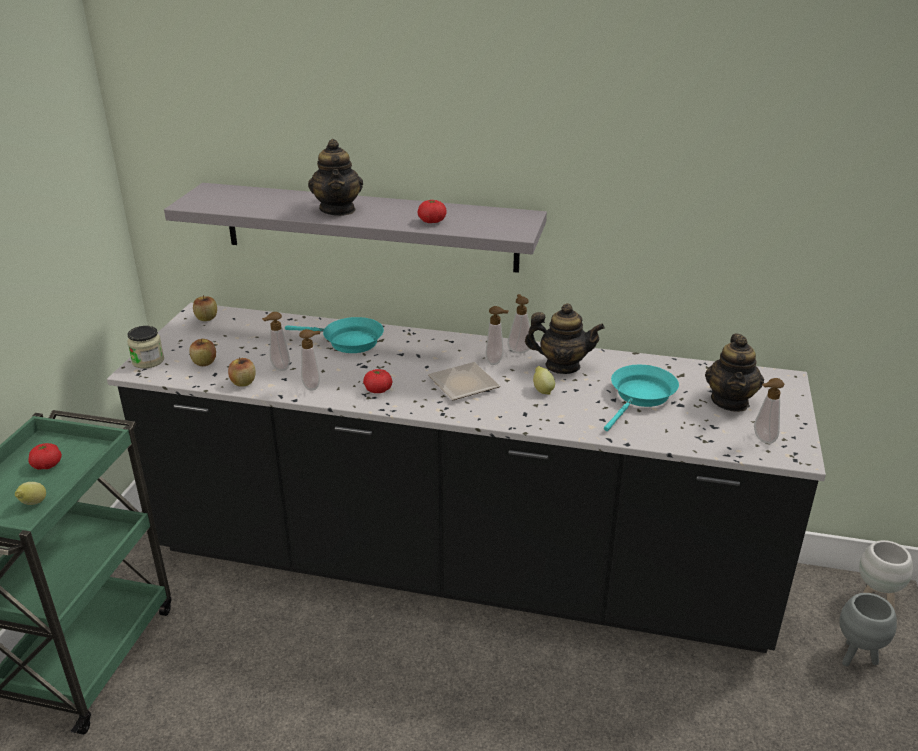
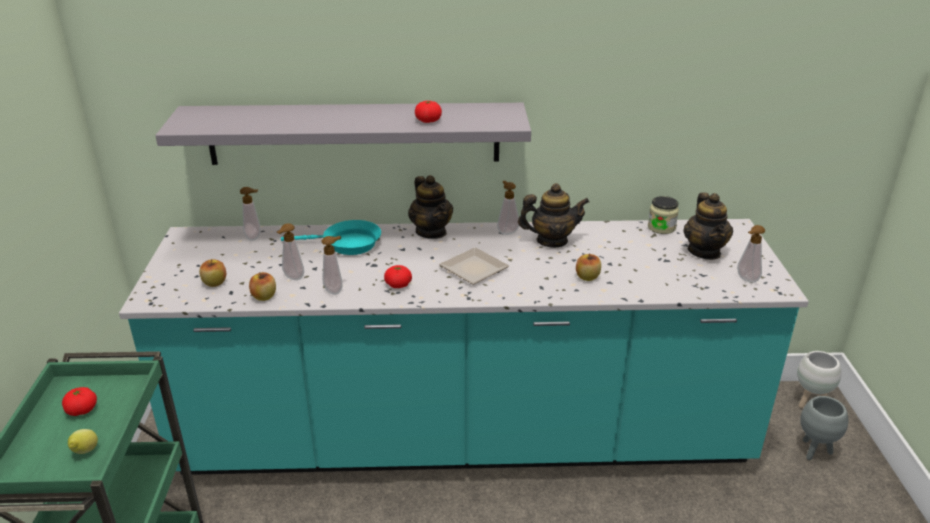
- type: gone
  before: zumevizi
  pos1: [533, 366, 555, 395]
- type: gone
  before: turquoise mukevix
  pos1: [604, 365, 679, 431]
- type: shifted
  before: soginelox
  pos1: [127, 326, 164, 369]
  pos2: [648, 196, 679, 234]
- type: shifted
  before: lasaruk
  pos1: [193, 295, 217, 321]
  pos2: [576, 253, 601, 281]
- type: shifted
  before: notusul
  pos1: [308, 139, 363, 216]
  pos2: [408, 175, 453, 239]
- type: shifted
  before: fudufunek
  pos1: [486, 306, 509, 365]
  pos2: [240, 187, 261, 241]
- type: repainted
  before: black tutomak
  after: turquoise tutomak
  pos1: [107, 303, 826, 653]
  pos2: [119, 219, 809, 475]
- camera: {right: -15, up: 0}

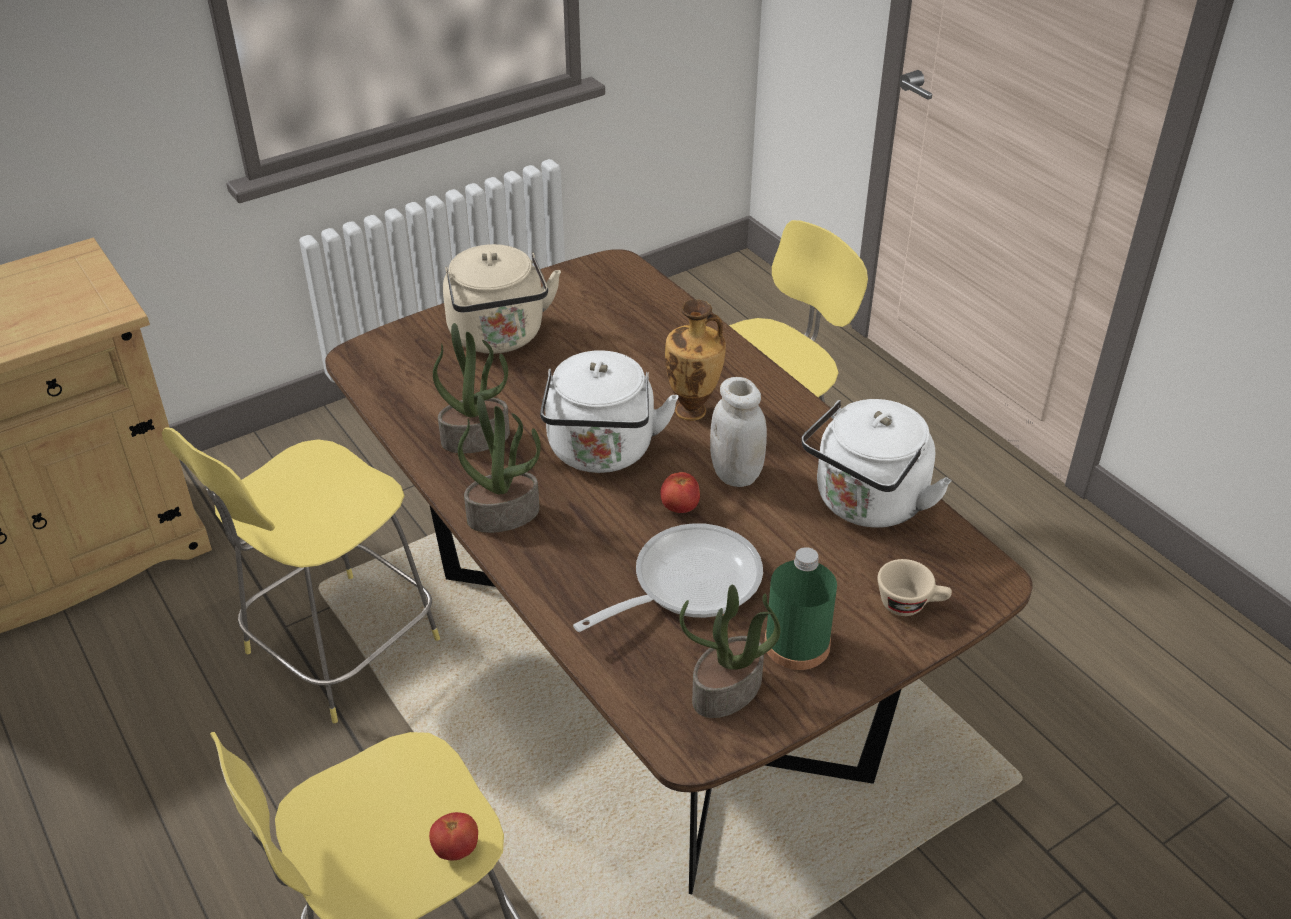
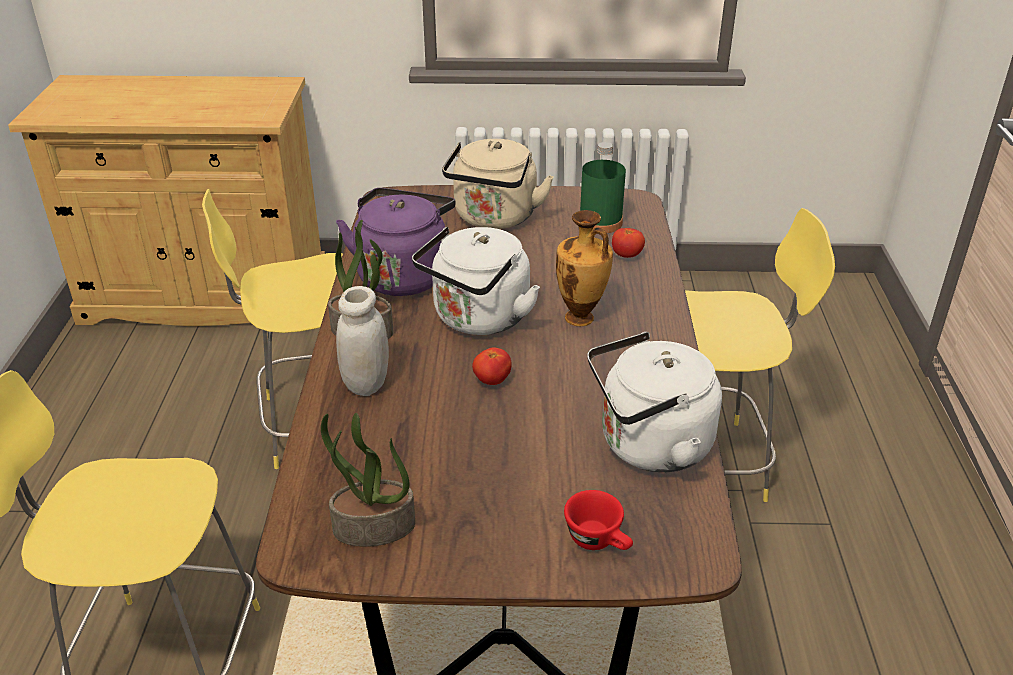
- type: gone
  before: mukevix
  pos1: [573, 523, 763, 632]
- type: shifted
  before: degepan
  pos1: [429, 812, 478, 860]
  pos2: [612, 228, 645, 258]
- type: shifted
  before: white soginelox
  pos1: [710, 377, 767, 487]
  pos2: [336, 286, 389, 396]
- type: shifted
  before: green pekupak
  pos1: [764, 547, 837, 670]
  pos2: [580, 142, 626, 233]
- type: swapped
  before: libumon
  after: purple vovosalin
  pos1: [433, 323, 510, 453]
  pos2: [336, 188, 456, 296]
- type: repainted
  before: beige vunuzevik
  after: red vunuzevik
  pos1: [878, 559, 952, 616]
  pos2: [564, 490, 633, 550]
- camera: {right: 35, up: -5}

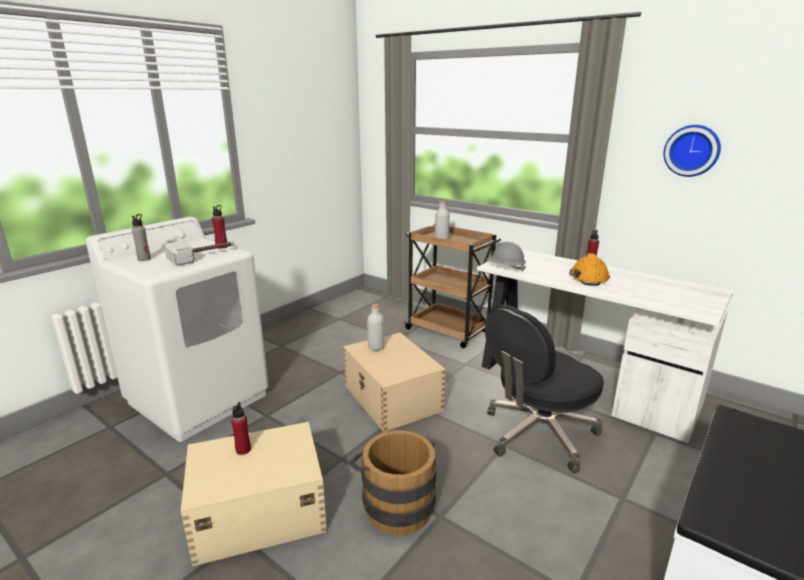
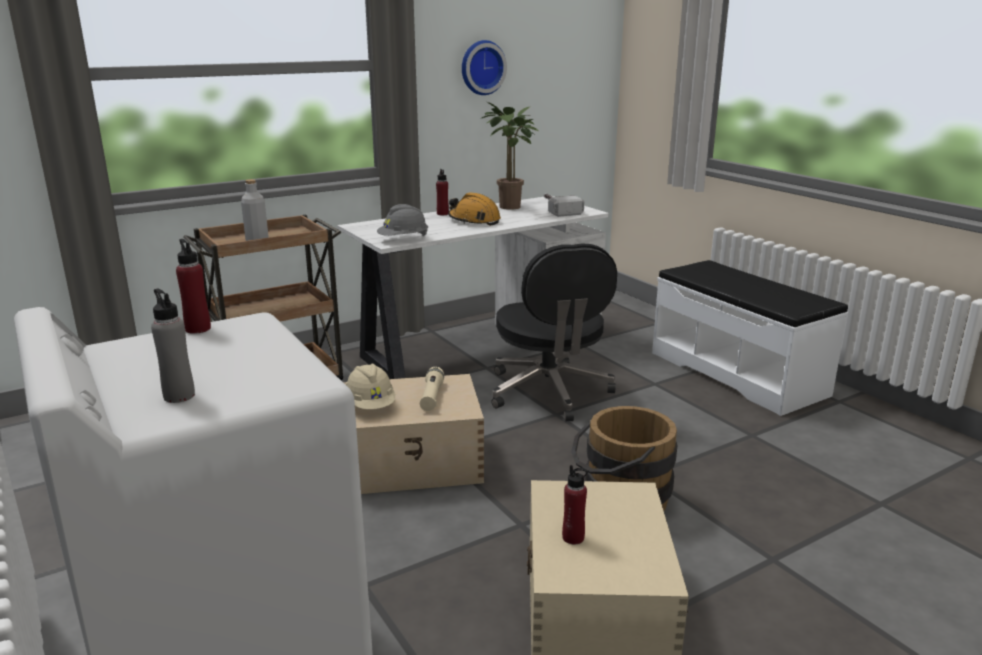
- type: new
  after: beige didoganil
  pos2: [420, 367, 444, 411]
- type: new
  after: libumon
  pos2: [482, 102, 539, 210]
- type: shifted
  before: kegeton
  pos1: [164, 241, 234, 266]
  pos2: [544, 193, 584, 217]
- type: swapped
  before: grey pekupak
  after: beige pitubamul
  pos1: [367, 304, 384, 351]
  pos2: [346, 364, 395, 410]
- camera: {right: -70, up: 0}

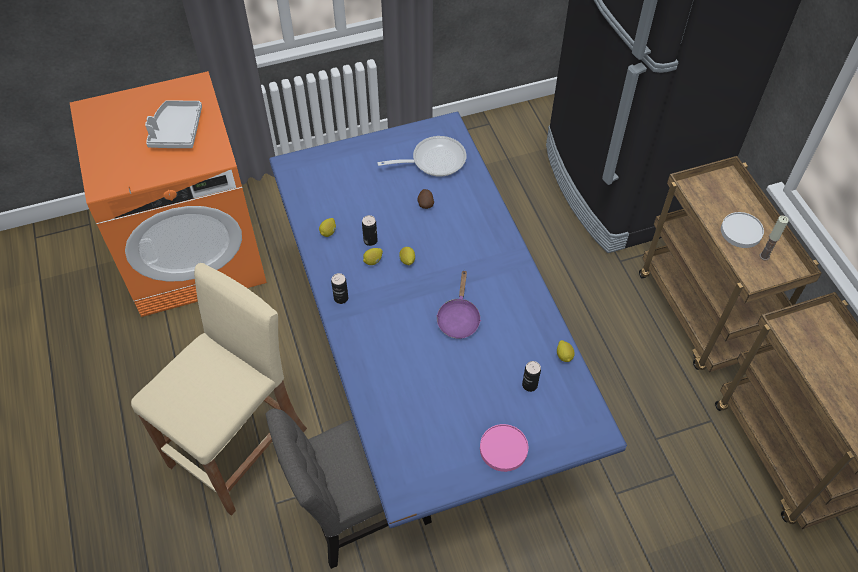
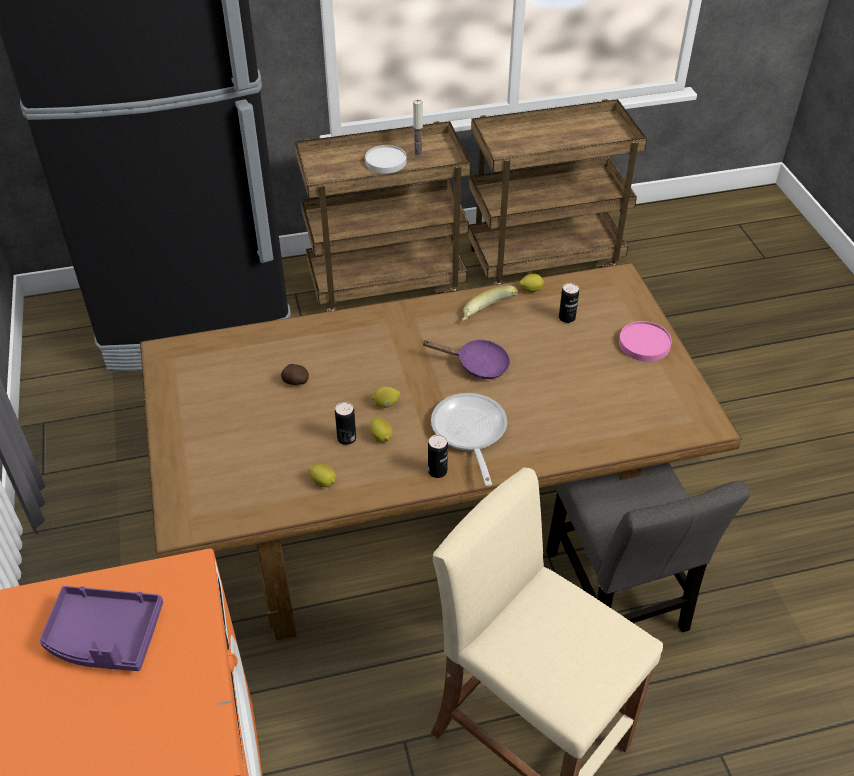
- type: new
  after: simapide
  pos2: [462, 285, 518, 321]
- type: shifted
  before: mukevix
  pos1: [377, 136, 466, 177]
  pos2: [431, 393, 507, 486]
- type: repainted
  before: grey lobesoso
  after: purple lobesoso
  pos1: [145, 100, 202, 148]
  pos2: [40, 586, 163, 671]
- type: repainted
  before: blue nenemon
  after: brown nenemon
  pos1: [269, 111, 627, 528]
  pos2: [140, 263, 742, 641]
- camera: {right: -85, up: -10}

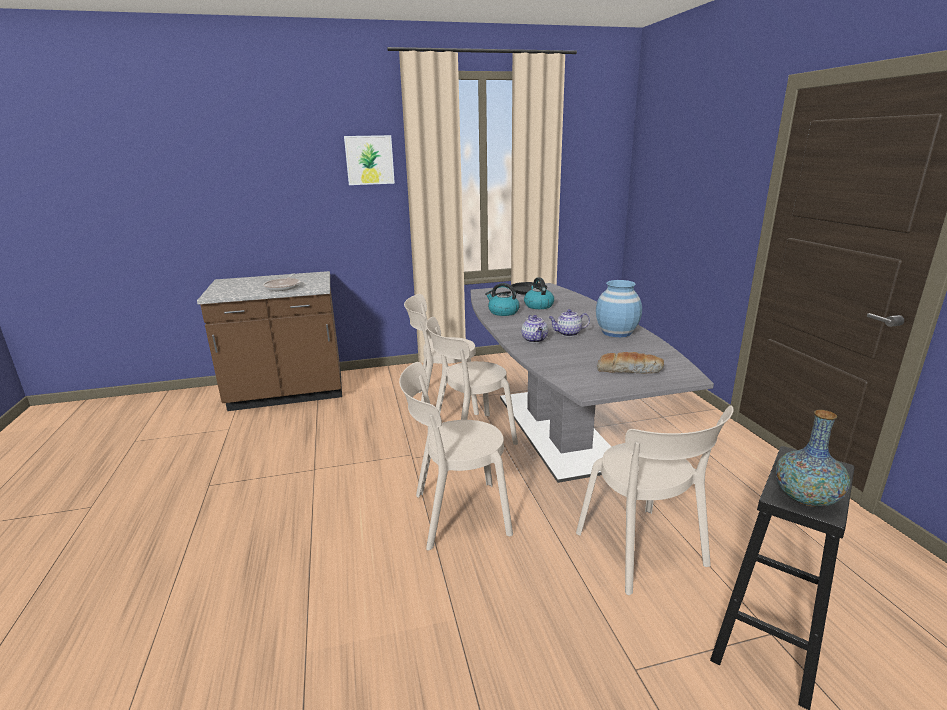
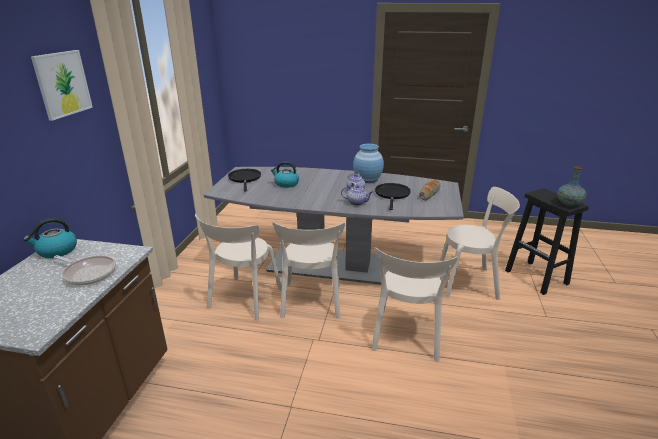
- type: new
  after: black mukevix
  pos2: [375, 183, 411, 210]
- type: shifted
  before: vovosalin
  pos1: [485, 283, 520, 316]
  pos2: [23, 218, 77, 258]
- camera: {right: -65, up: 5}

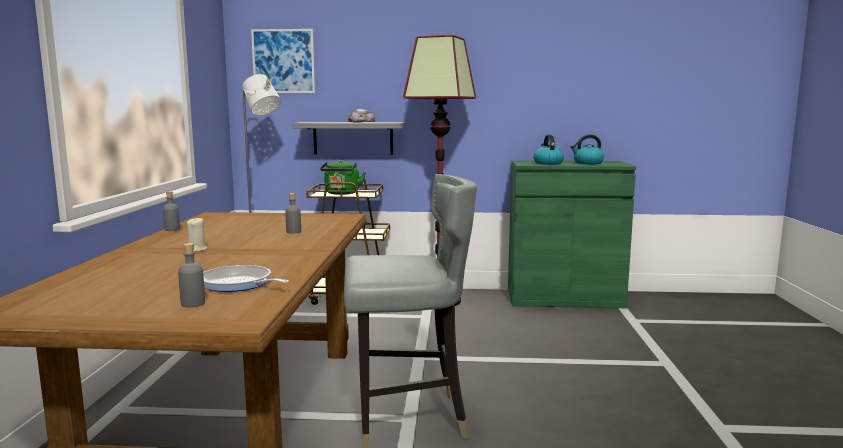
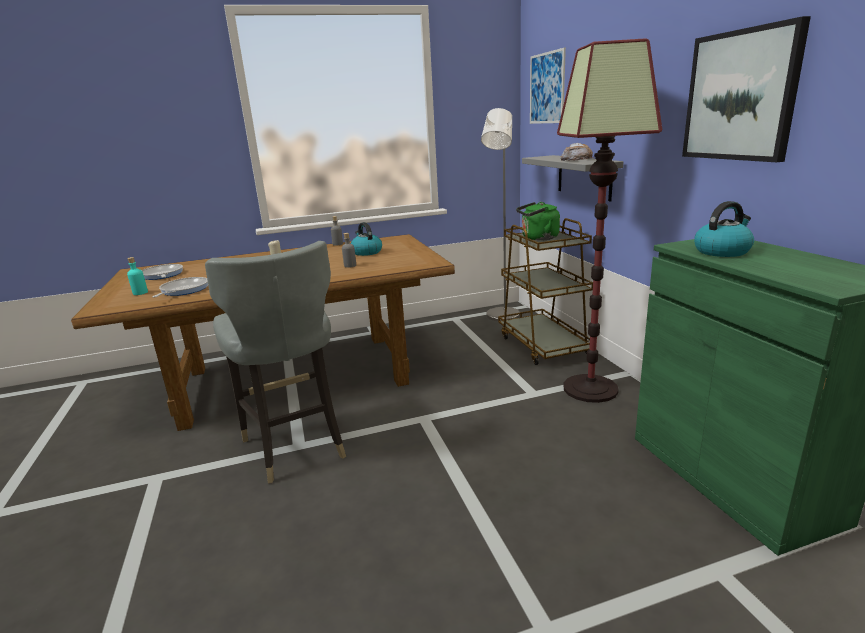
- type: new
  after: mukevix
  pos2: [142, 264, 183, 280]
- type: new
  after: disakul
  pos2: [682, 16, 811, 162]
- type: shifted
  before: vovosalin
  pos1: [571, 135, 604, 164]
  pos2: [351, 222, 382, 256]
- type: repainted
  before: grey pekupak
  after: turquoise pekupak
  pos1: [178, 243, 205, 307]
  pos2: [127, 257, 148, 295]
- camera: {right: 70, up: 10}

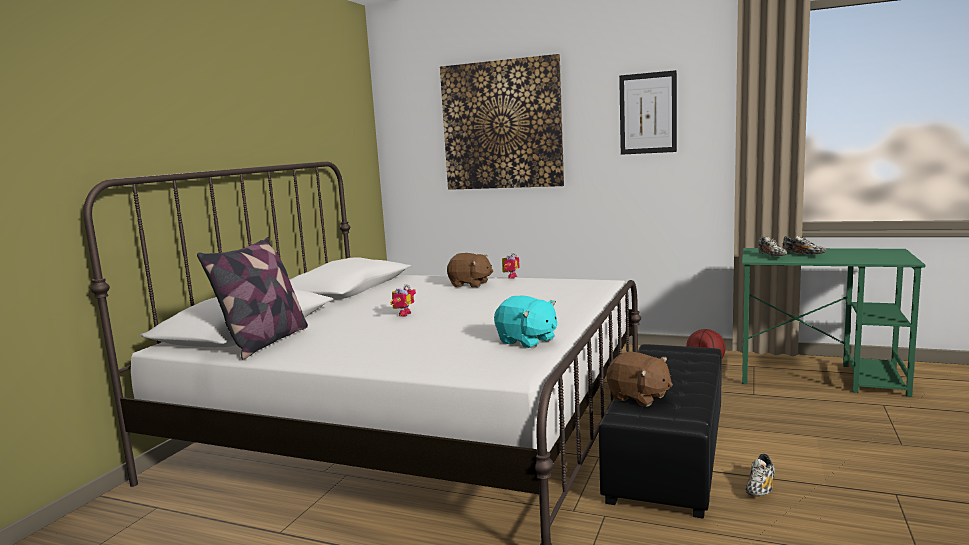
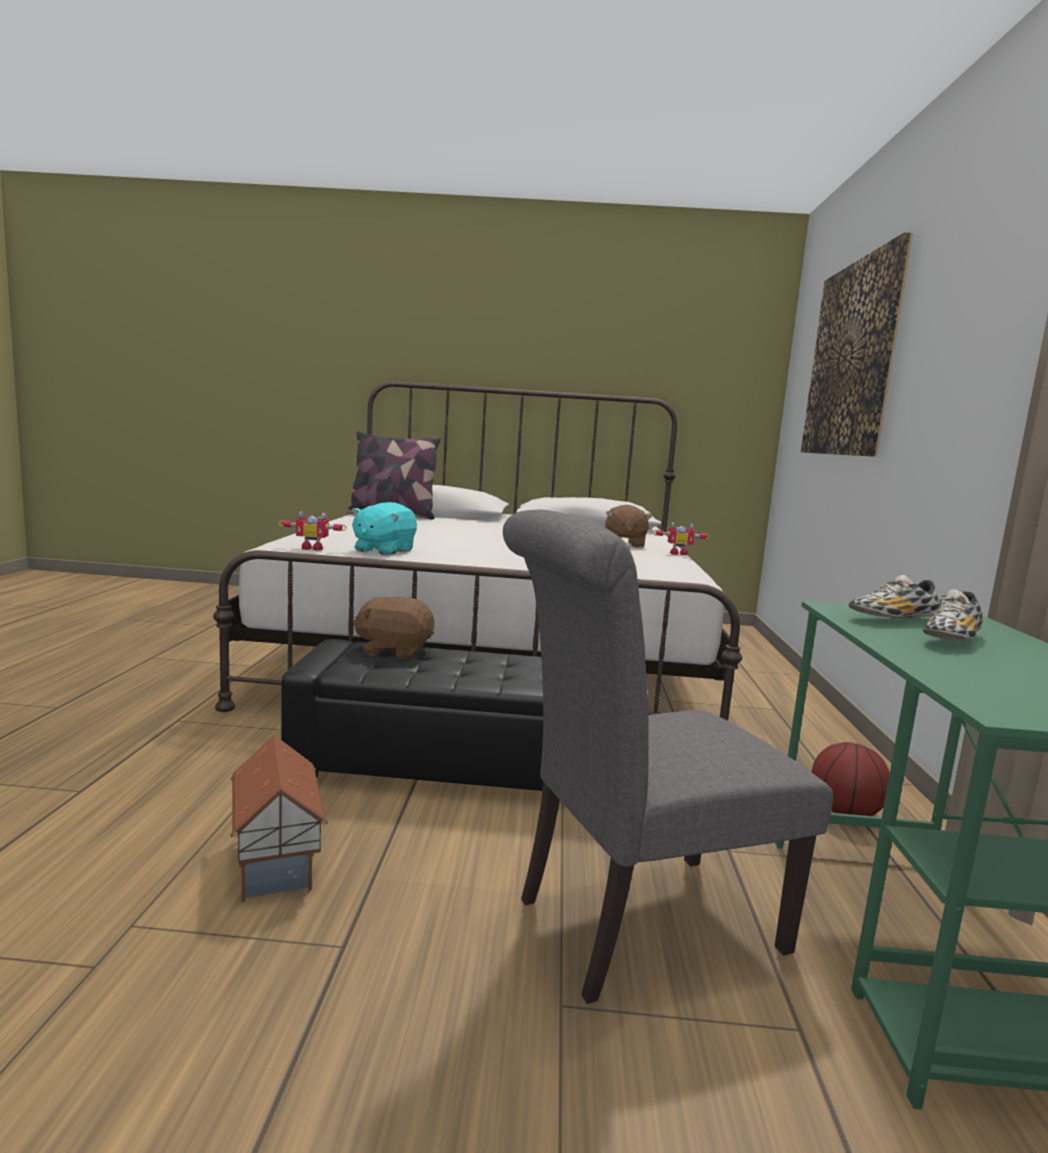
- type: gone
  before: disakul
  pos1: [619, 70, 677, 155]
- type: gone
  before: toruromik
  pos1: [746, 454, 775, 496]
- type: new
  after: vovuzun
  pos2: [230, 735, 328, 902]
- type: new
  after: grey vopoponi
  pos2: [503, 510, 833, 1004]
- type: shifted
  before: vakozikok
  pos1: [390, 285, 416, 317]
  pos2: [279, 511, 346, 551]
- type: rotated
  before: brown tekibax
  pos1: [606, 352, 673, 406]
  pos2: [353, 597, 434, 659]
  turn: 75
- camera: {right: 70, up: 0}

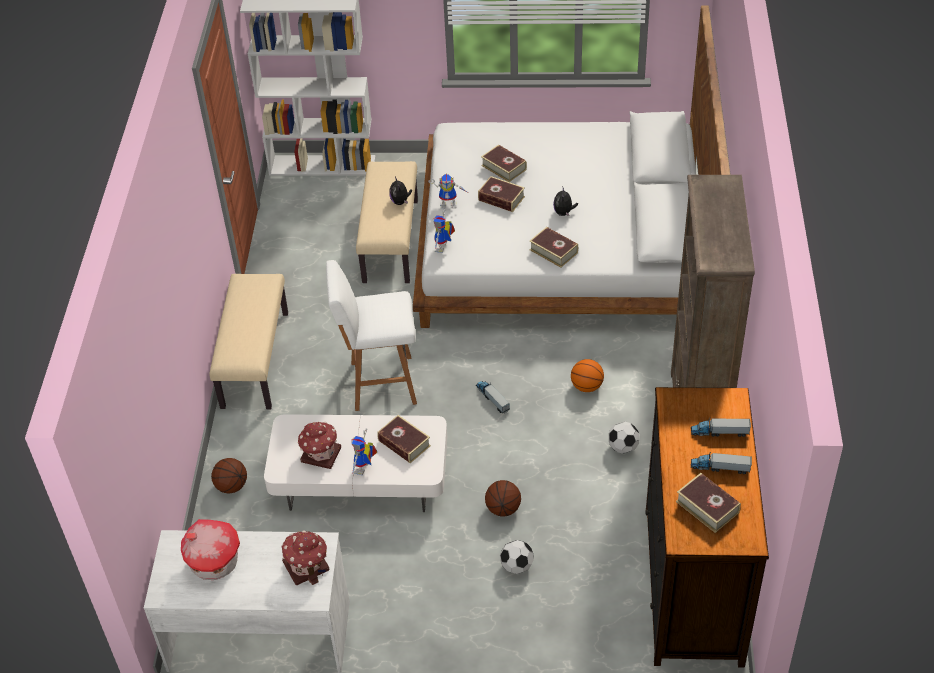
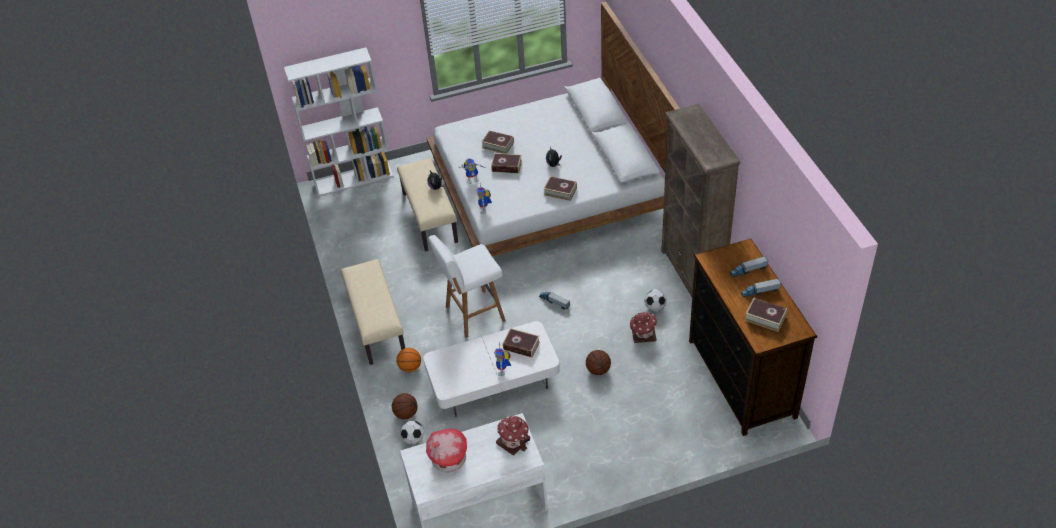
- type: shifted
  before: vovuzun
  pos1: [298, 422, 341, 469]
  pos2: [630, 312, 657, 343]
- type: shifted
  before: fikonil
  pos1: [500, 540, 534, 574]
  pos2: [400, 420, 424, 444]
- type: shifted
  before: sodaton
  pos1: [571, 359, 604, 392]
  pos2: [396, 348, 421, 372]
- camera: {right: -20, up: 0}

